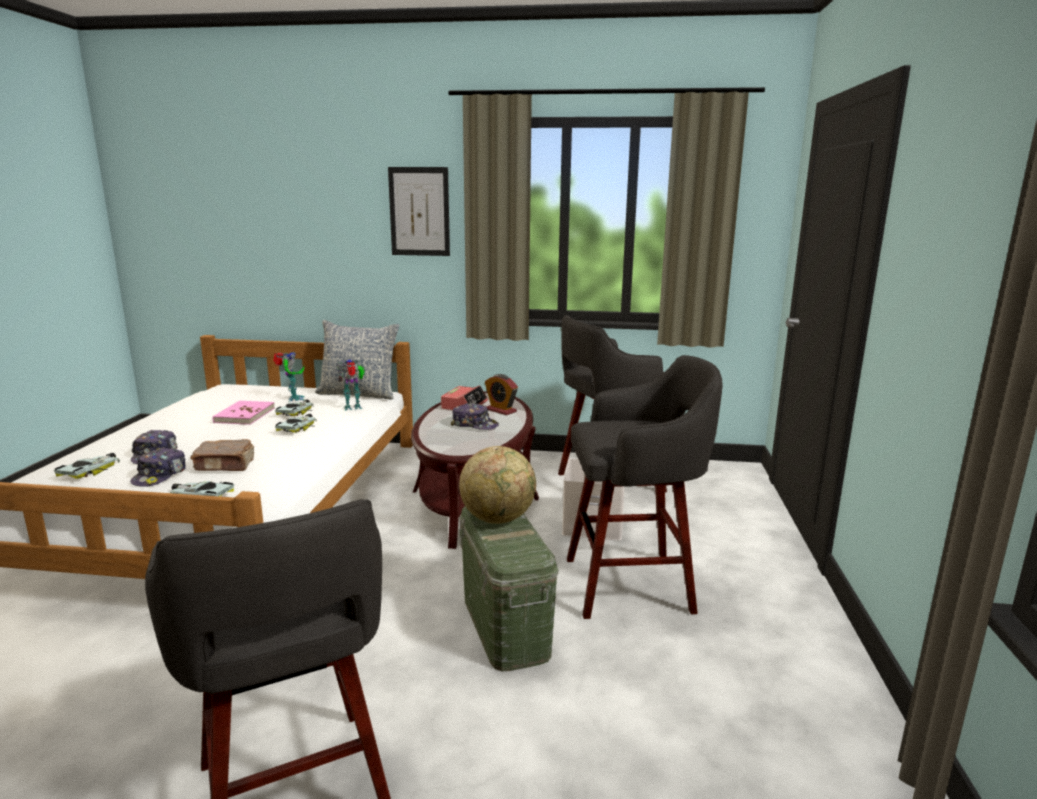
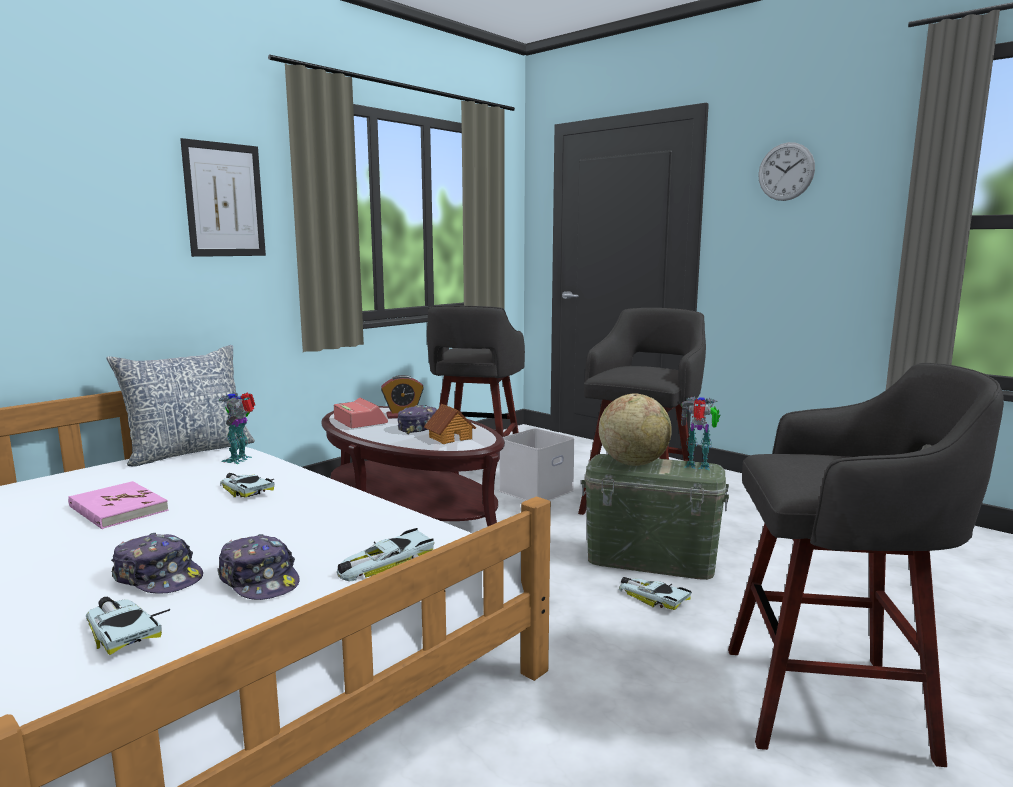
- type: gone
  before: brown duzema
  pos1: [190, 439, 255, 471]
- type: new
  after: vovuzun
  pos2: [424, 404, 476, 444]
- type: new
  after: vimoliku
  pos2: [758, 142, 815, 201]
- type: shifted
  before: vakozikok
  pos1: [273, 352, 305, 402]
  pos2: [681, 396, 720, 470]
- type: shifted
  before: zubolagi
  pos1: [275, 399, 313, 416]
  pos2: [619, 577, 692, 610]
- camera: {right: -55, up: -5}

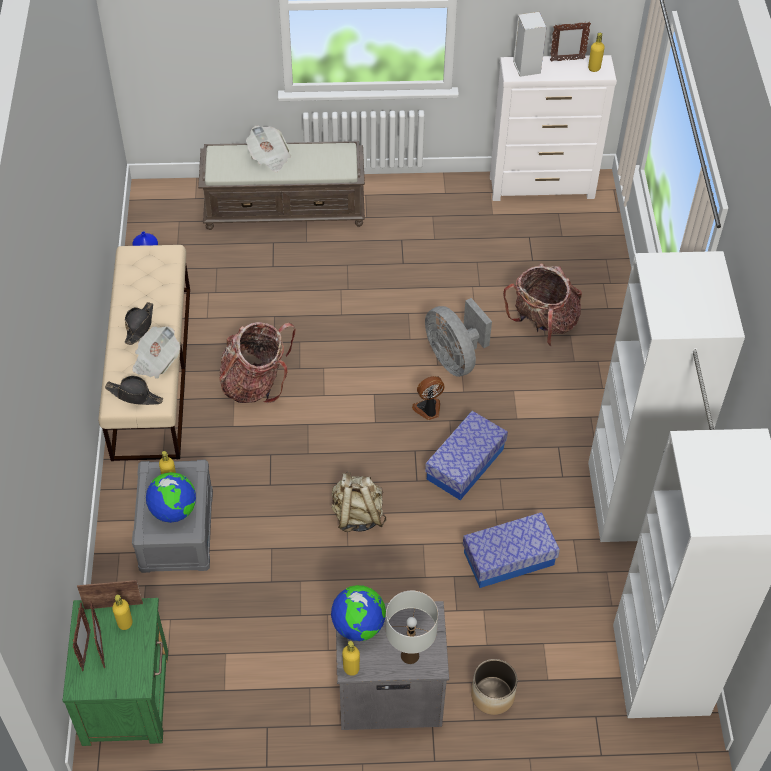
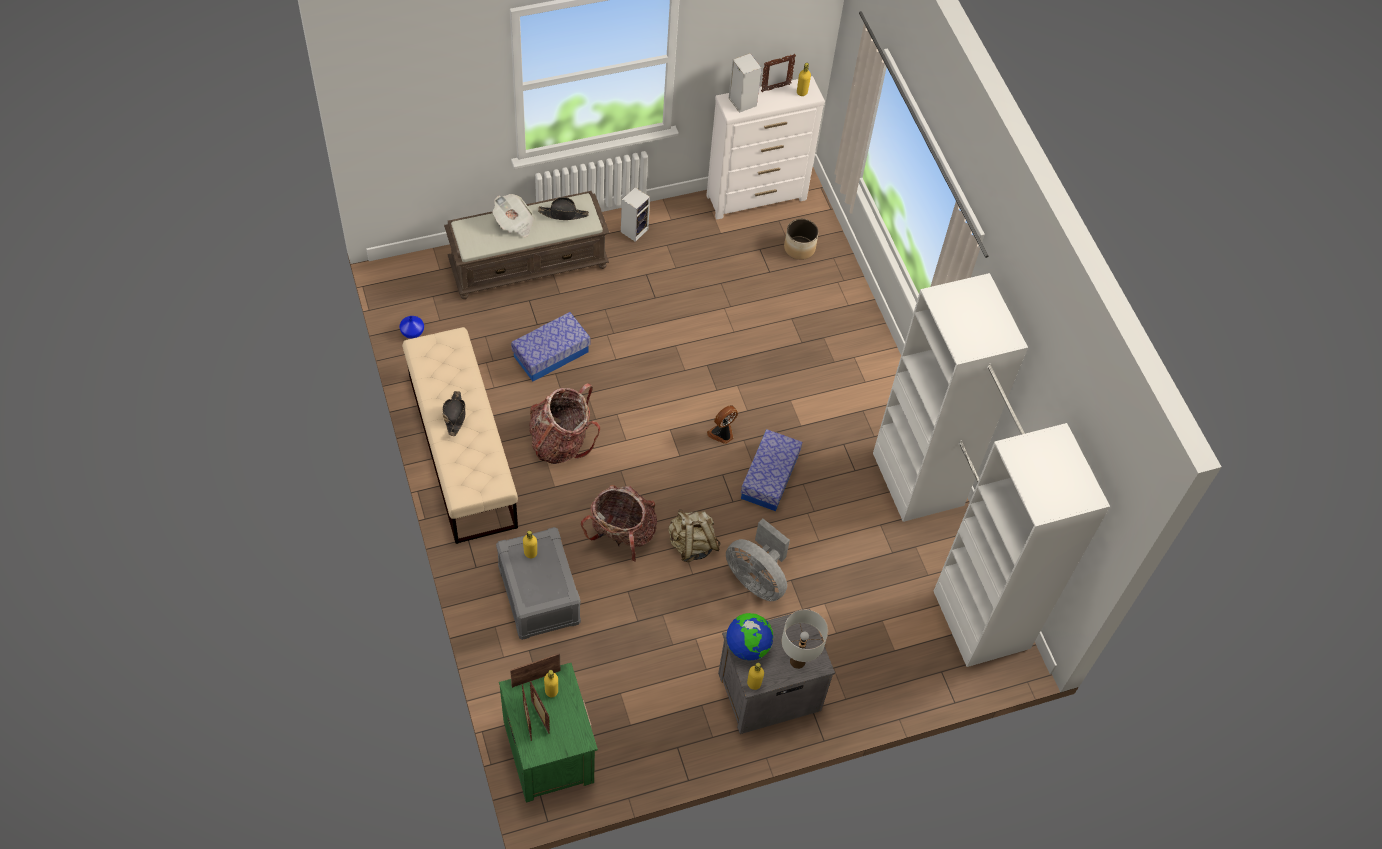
- type: gone
  before: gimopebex
  pos1: [132, 326, 180, 379]
- type: gone
  before: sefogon
  pos1: [146, 472, 196, 523]
- type: new
  after: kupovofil
  pos2: [621, 187, 650, 242]
- type: shifted
  before: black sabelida
  pos1: [105, 376, 163, 405]
  pos2: [538, 197, 589, 220]
- type: shifted
  before: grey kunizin
  pos1: [425, 298, 492, 377]
  pos2: [726, 519, 790, 601]
- type: shifted
  before: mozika
  pos1: [463, 512, 560, 588]
  pos2: [511, 312, 590, 381]
- type: shifted
  before: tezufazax
  pos1: [471, 659, 517, 715]
  pos2: [784, 219, 819, 260]
- type: shifted
  before: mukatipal
  pos1: [503, 263, 582, 346]
  pos2: [581, 485, 657, 562]
- camera: {right: -20, up: 5}

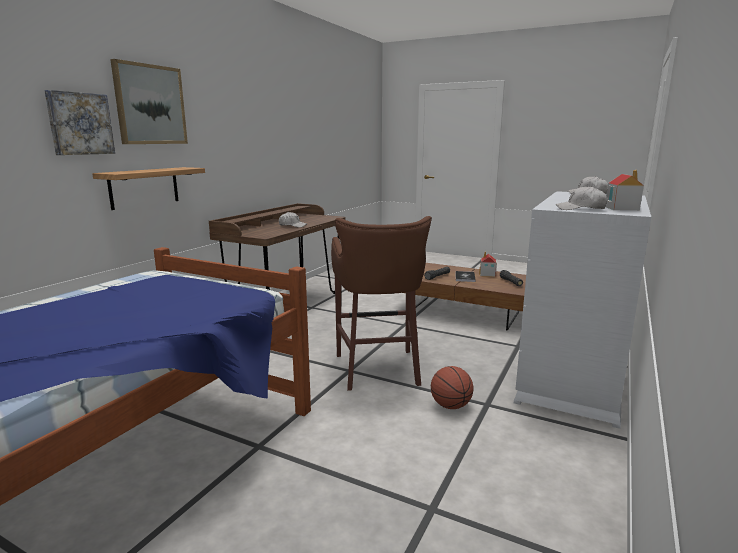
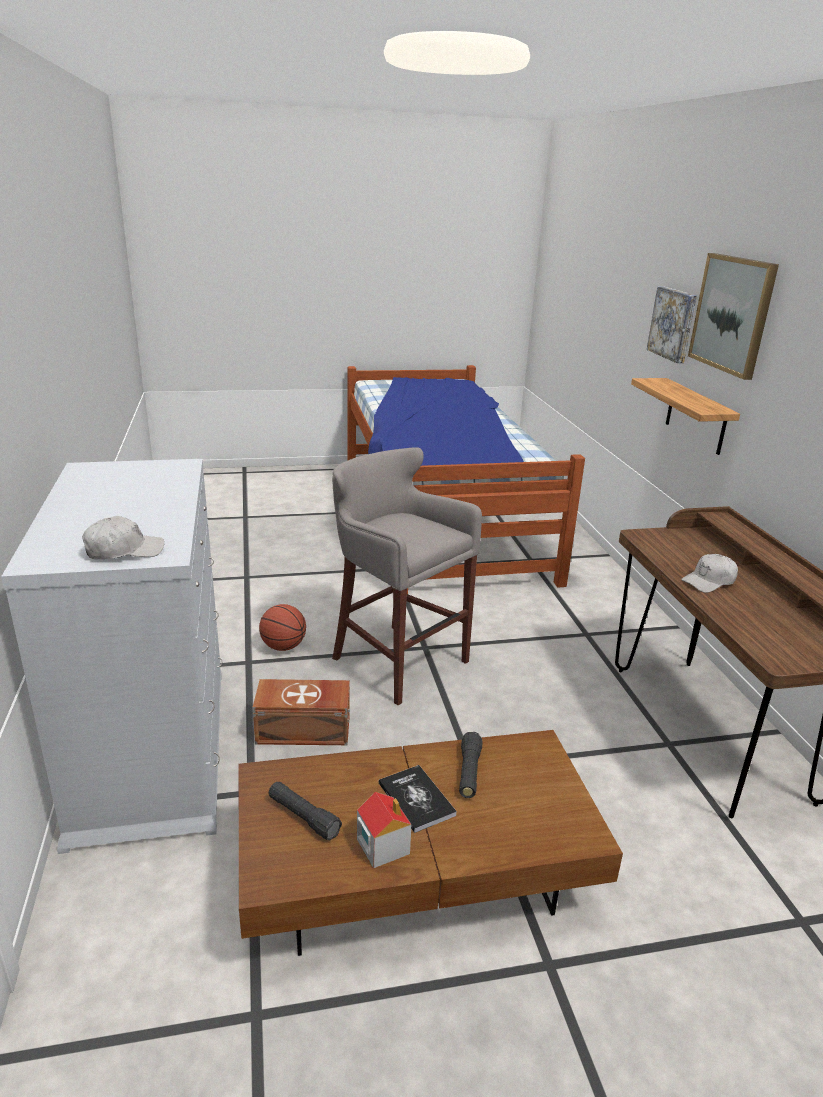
- type: gone
  before: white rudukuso
  pos1: [556, 186, 607, 210]
- type: gone
  before: vovuzun
  pos1: [605, 170, 644, 211]
- type: new
  after: brown mozika
  pos2: [253, 679, 350, 745]
- type: repainted
  before: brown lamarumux
  after: grey lamarumux
  pos1: [331, 216, 432, 390]
  pos2: [332, 447, 482, 705]
- camera: {right: 140, up: 10}

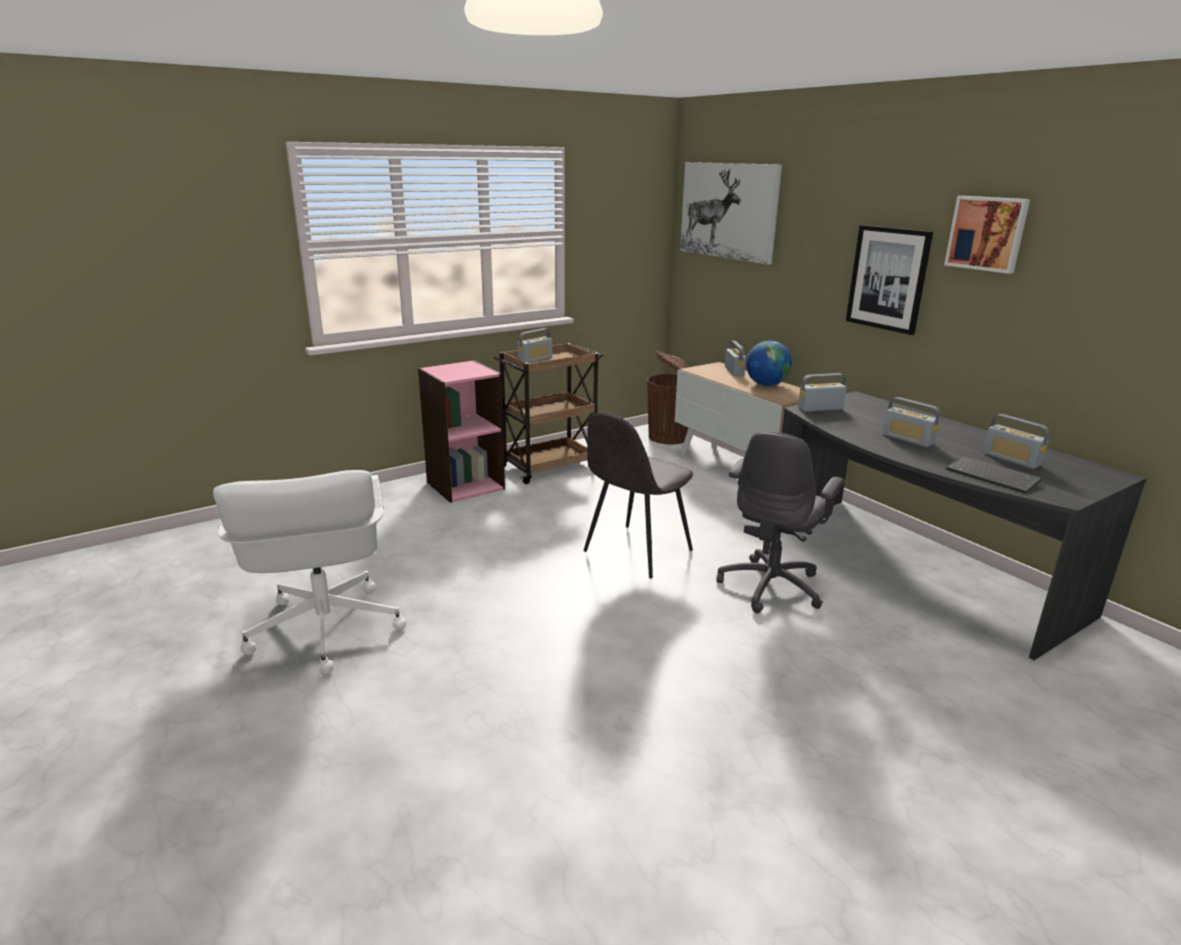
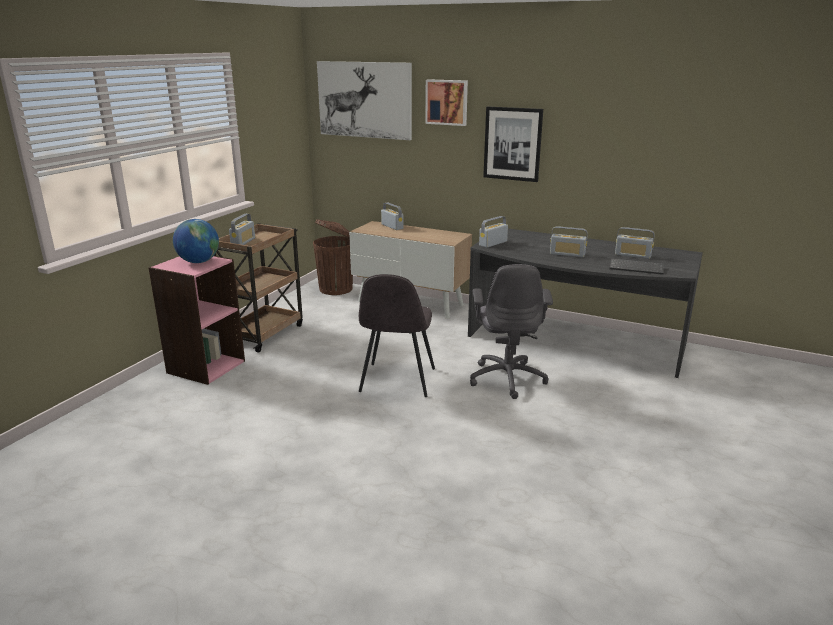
- type: gone
  before: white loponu
  pos1: [213, 470, 406, 674]
- type: shifted
  before: sefogon
  pos1: [746, 341, 792, 386]
  pos2: [173, 219, 219, 263]
- type: shifted
  before: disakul
  pos1: [944, 196, 1030, 274]
  pos2: [425, 79, 468, 126]
- camera: {right: -30, up: 0}

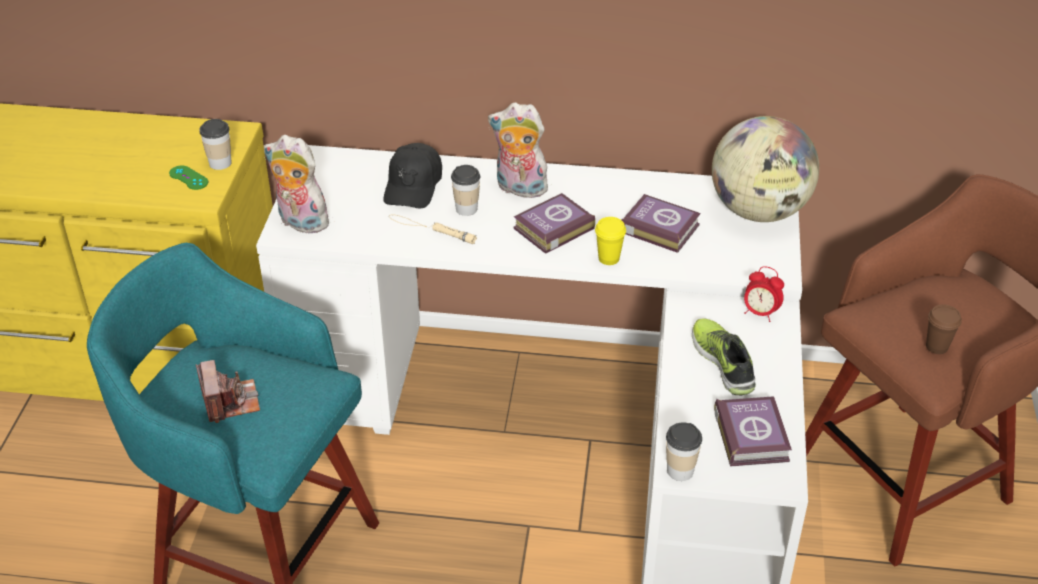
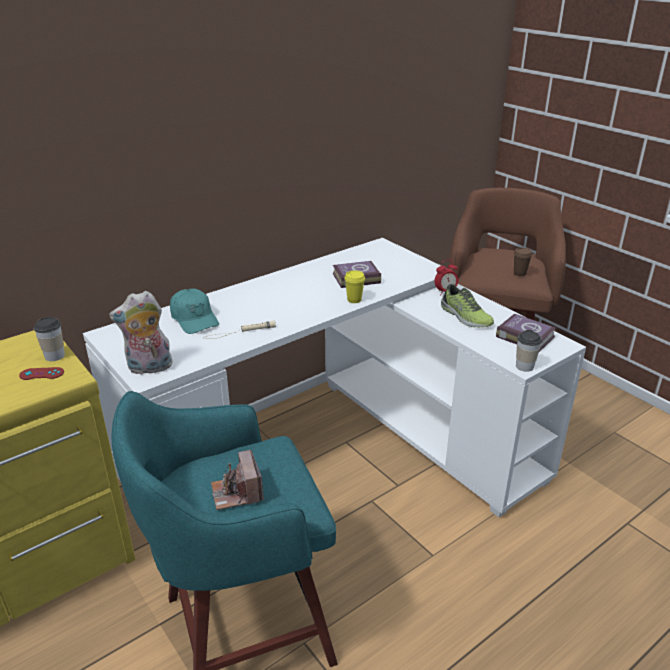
- type: gone
  before: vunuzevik
  pos1: [451, 165, 480, 216]
- type: gone
  before: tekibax
  pos1: [488, 102, 548, 198]
- type: gone
  before: duzema
  pos1: [513, 193, 595, 254]
- type: gone
  before: sefogon
  pos1: [712, 116, 819, 222]
- type: repainted
  before: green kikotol
  after: red kikotol
  pos1: [169, 165, 208, 190]
  pos2: [19, 367, 64, 380]
- type: repainted
  before: black rudukuso
  after: turquoise rudukuso
  pos1: [383, 143, 442, 209]
  pos2: [170, 289, 219, 334]
- type: rotated
  before: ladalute
  pos1: [196, 360, 260, 423]
  pos2: [211, 450, 264, 510]
  turn: -135
- type: rotated
  before: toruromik
  pos1: [692, 319, 756, 396]
  pos2: [441, 284, 494, 328]
  turn: -150
- camera: {right: -45, up: -10}

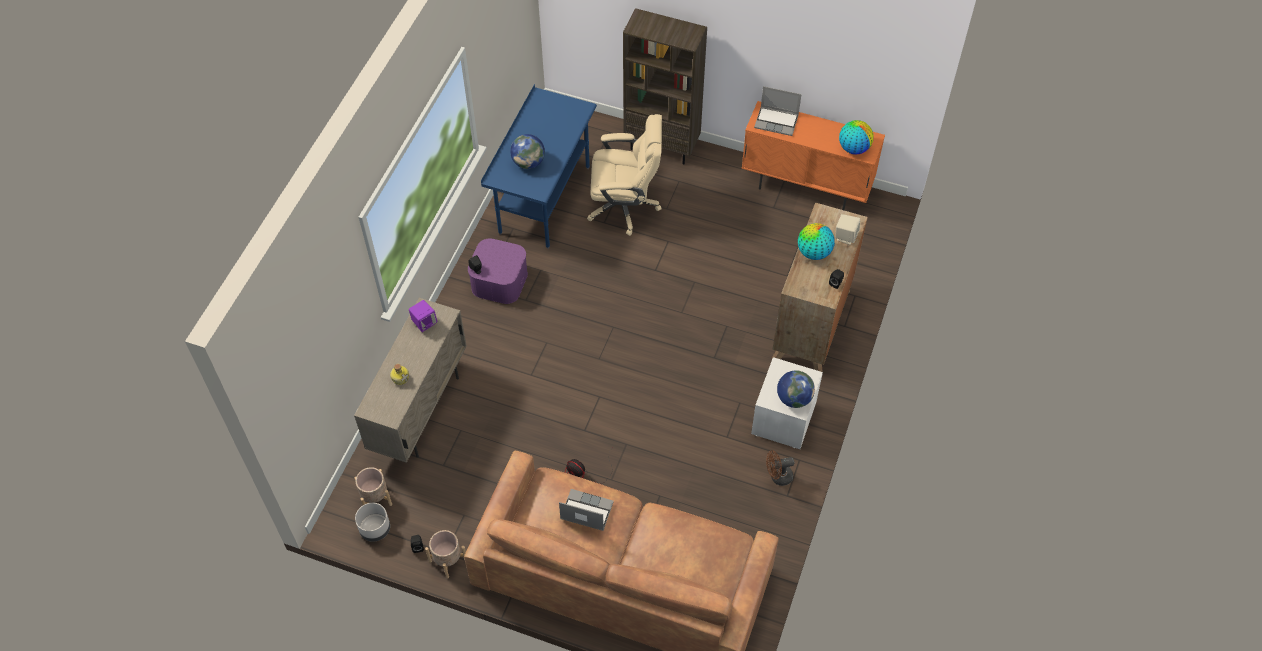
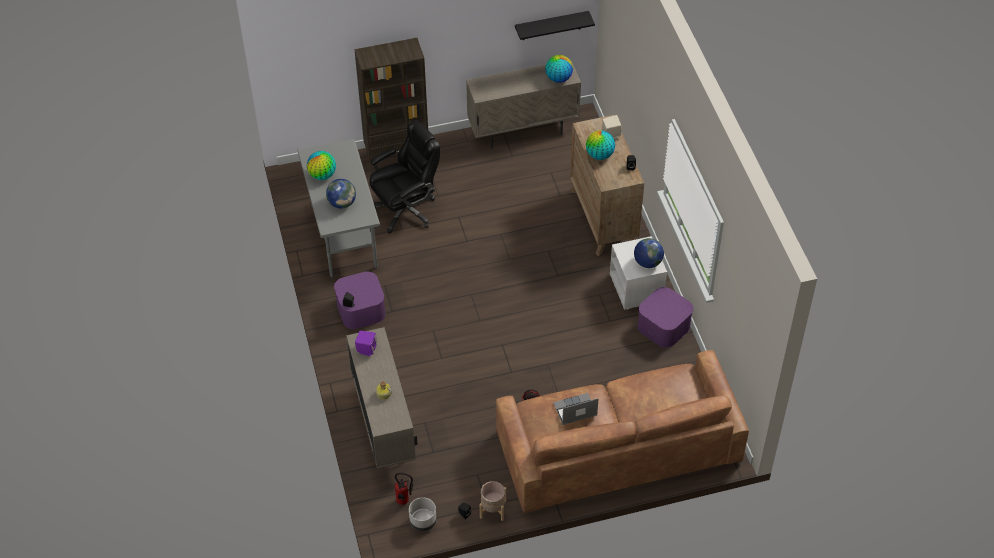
- type: gone
  before: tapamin
  pos1: [754, 86, 802, 136]
- type: new
  after: sefogon
  pos2: [307, 151, 336, 180]
- type: new
  after: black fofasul
  pos2: [515, 11, 595, 40]
- type: swapped
  before: beige tezufazax
  after: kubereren
  pos1: [354, 467, 392, 506]
  pos2: [395, 473, 413, 505]
- type: swapped
  before: brown kunizin
  after: purple mozika
  pos1: [766, 450, 794, 486]
  pos2: [638, 287, 693, 348]
- type: repainted
  before: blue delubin
  after: grey delubin
  pos1: [481, 84, 597, 249]
  pos2: [297, 139, 380, 278]
- type: repainted
  before: beige loponu
  after: black loponu
  pos1: [587, 114, 662, 236]
  pos2: [369, 120, 440, 234]
- type: repainted
  before: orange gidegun
  after: beige gidegun
  pos1: [741, 101, 885, 210]
  pos2: [466, 60, 581, 149]
- camera: {right: -35, up: -5}

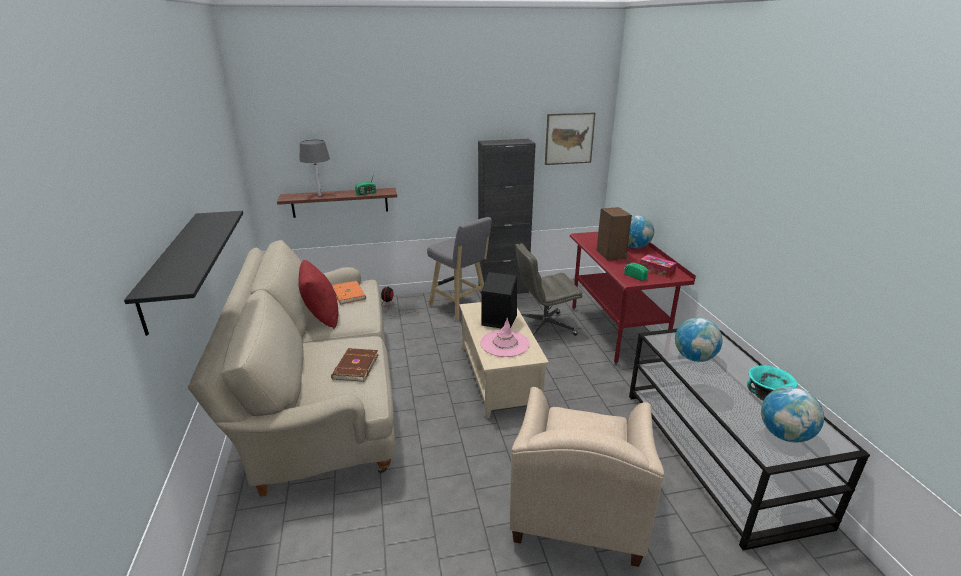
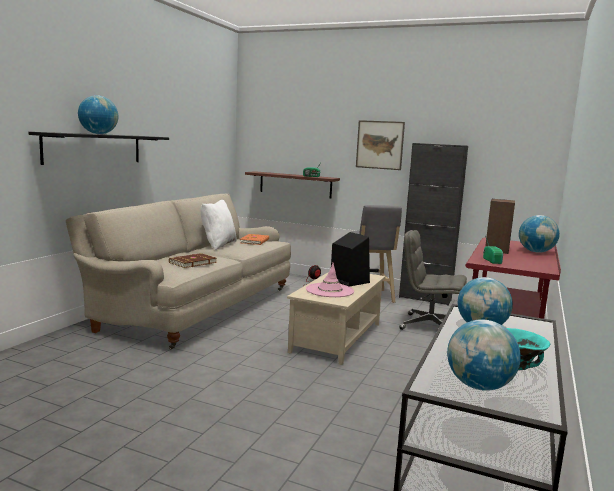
- type: gone
  before: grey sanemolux
  pos1: [299, 140, 330, 196]
- type: gone
  before: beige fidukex
  pos1: [510, 387, 664, 567]
- type: gone
  before: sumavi
  pos1: [639, 255, 677, 278]
- type: new
  after: sefogon
  pos2: [78, 95, 118, 134]
- type: shifted
  before: disakul
  pos1: [545, 112, 595, 165]
  pos2: [356, 120, 405, 170]
- type: repainted
  before: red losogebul
  after: white losogebul
  pos1: [298, 260, 338, 329]
  pos2: [201, 200, 237, 250]
- camera: {right: 35, up: -15}

